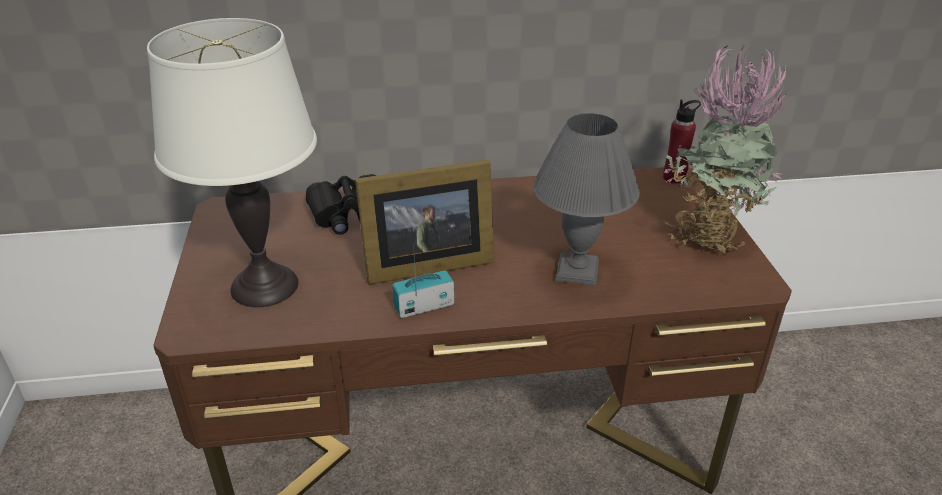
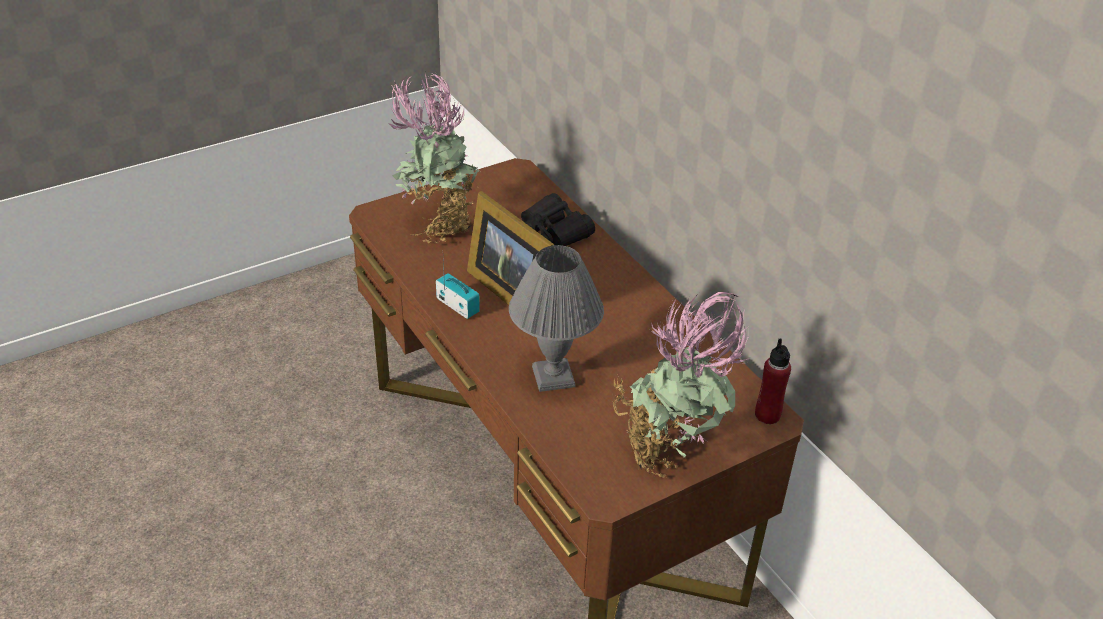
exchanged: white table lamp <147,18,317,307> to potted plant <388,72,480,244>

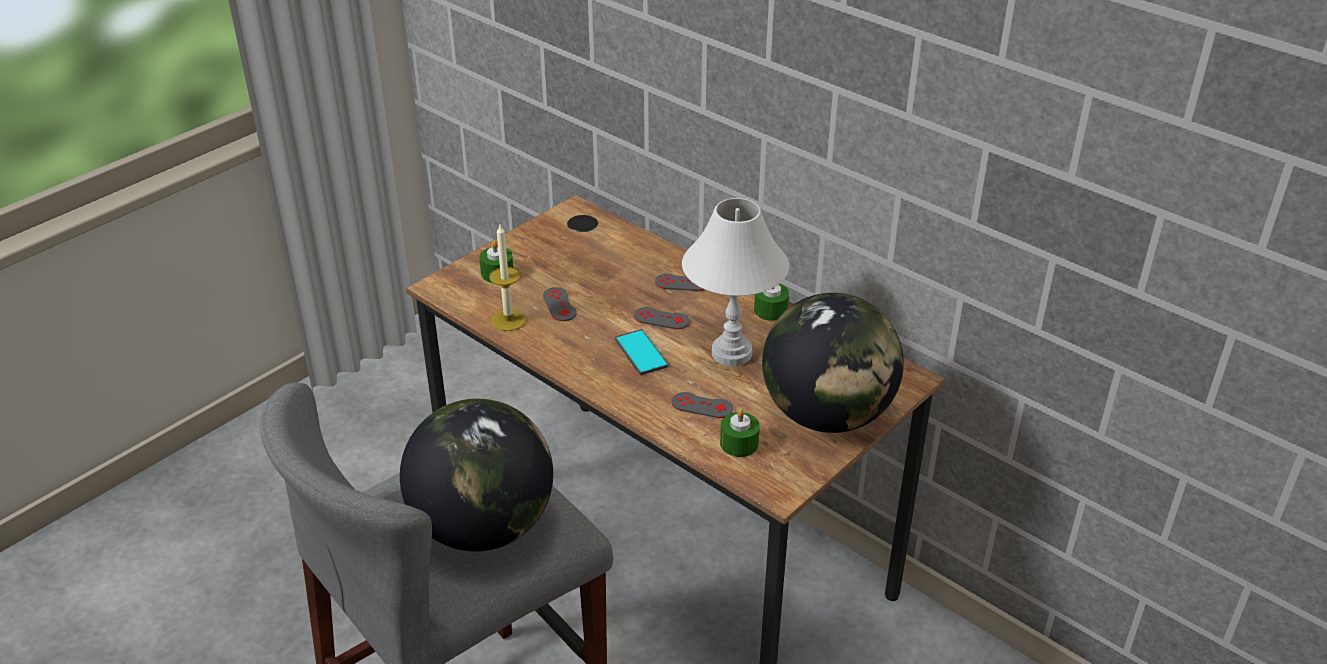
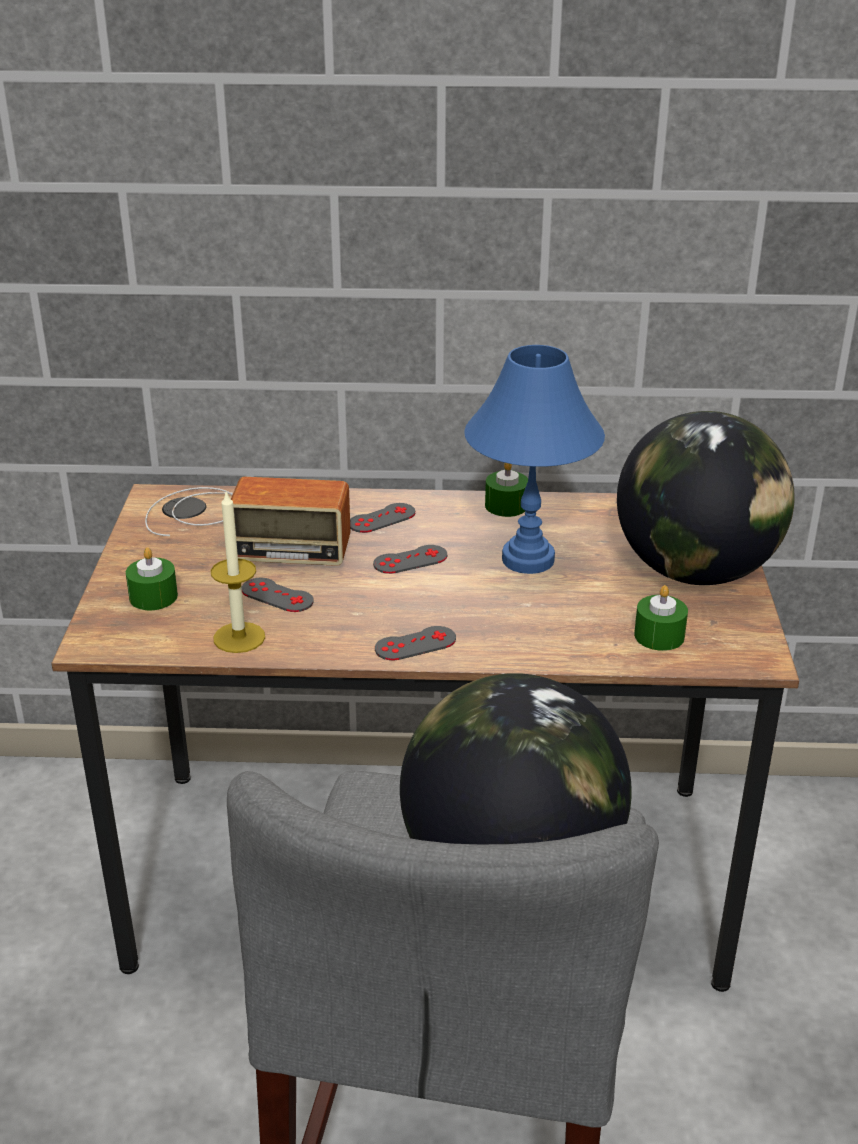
missing: phone <615,329,668,375>
appeared: radio <145,477,351,566>
relocated: grey game controller <672,392,733,418> to <375,626,456,661>
colour: white table lamp <682,198,789,366> to blue table lamp <464,345,605,574>

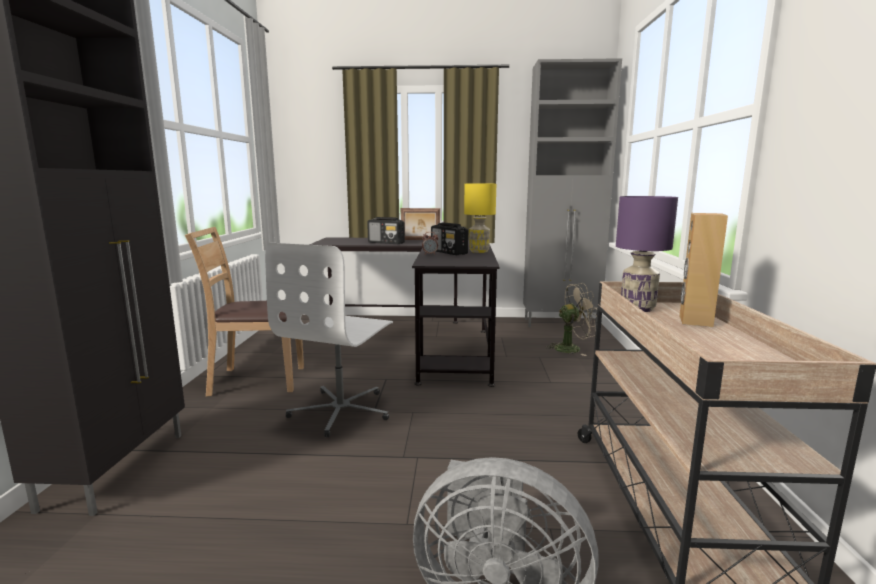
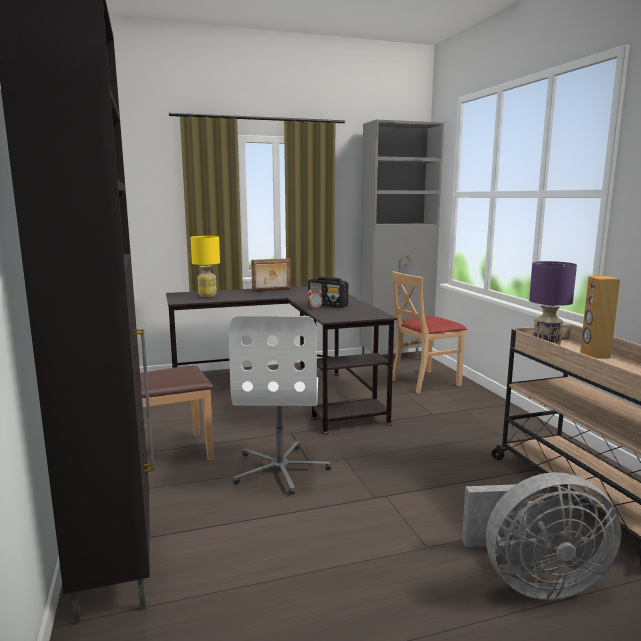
missing: radio <367,217,405,244>
relocated: yellow table lamp <464,184,496,253> to <190,236,220,297>
exchanged: beige fan <545,283,597,356> to beige chair <392,271,467,393>

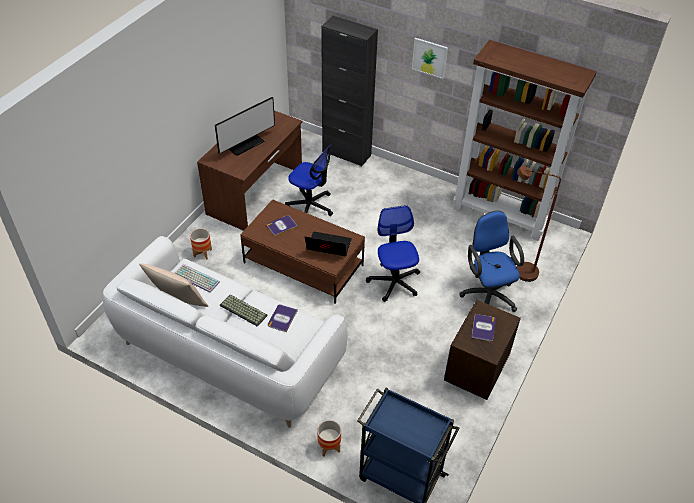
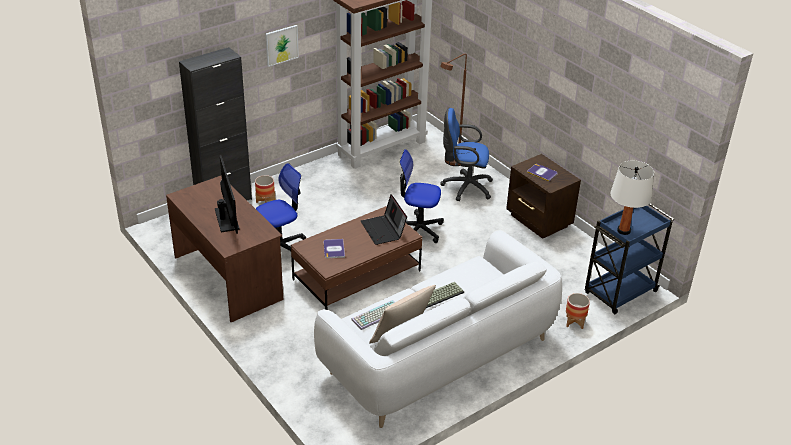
missing: book <268,304,298,332>
appeared: white table lamp <610,160,654,235>
relocated: planter <190,228,212,260> to <255,175,275,203>
spun: laptop <305,232,352,256> = <361,194,407,245> 60 degrees counterclockwise

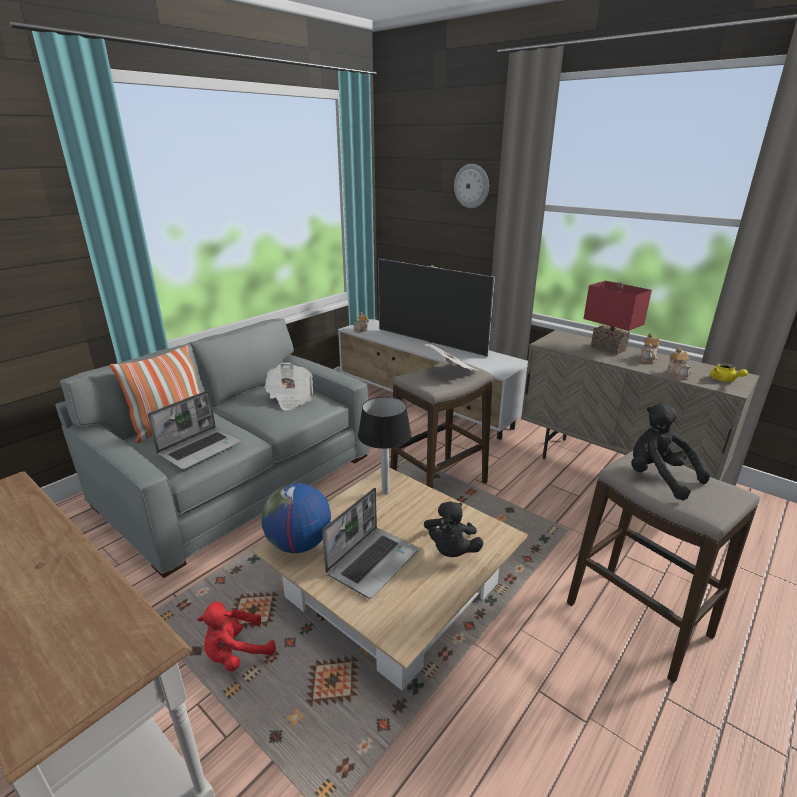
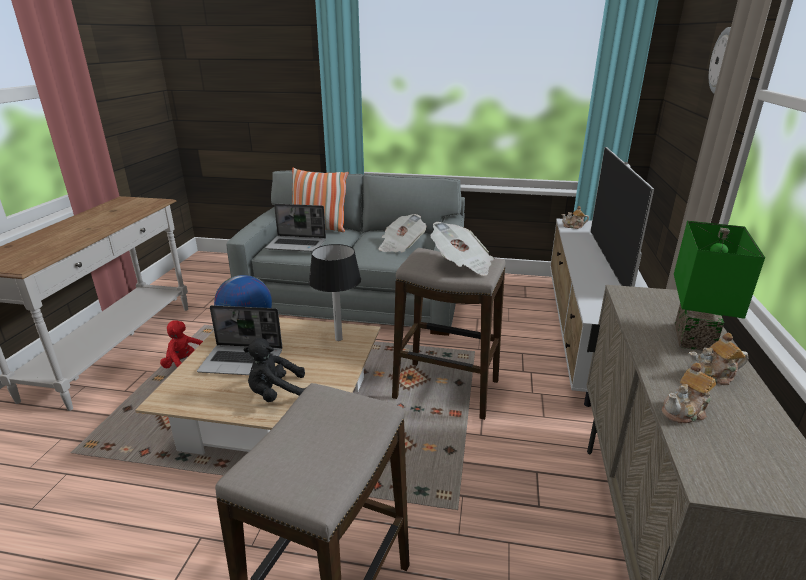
missing: yellow teapot <710,363,748,382>; black plush toy <631,404,710,500>
colour: red table lamp <583,281,652,355> to green table lamp <674,221,765,353>

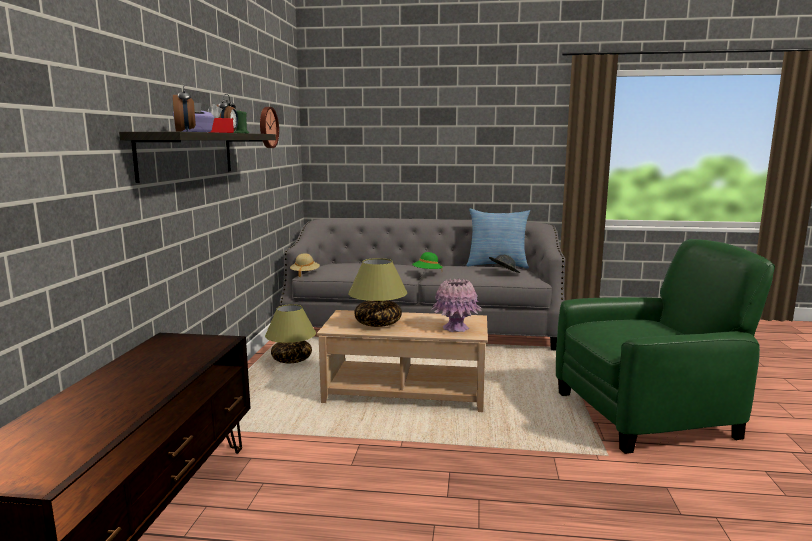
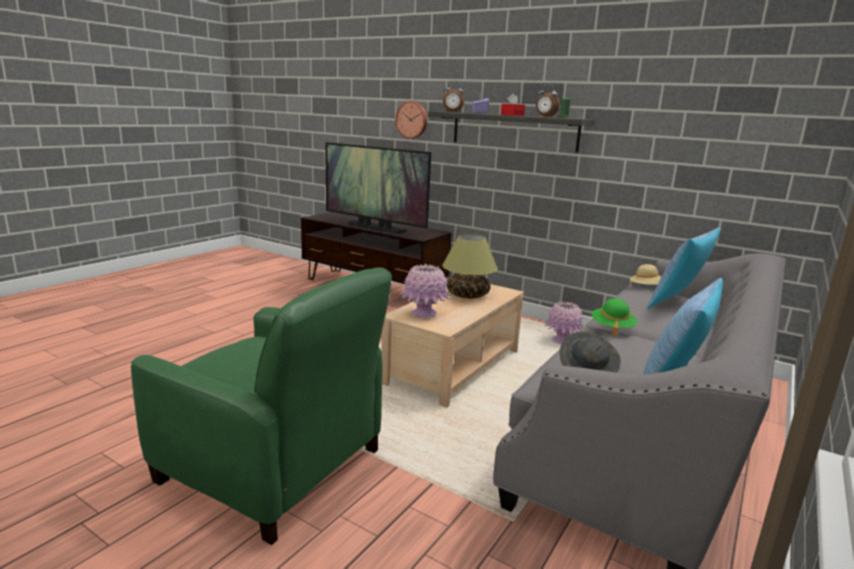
appeared: television <325,142,431,233>; pillow <647,227,721,309>
relocated: wall clock <260,107,279,148> to <395,101,427,139>
exchanged: table lamp <265,304,316,363> to pink vase <544,301,584,344>
spun: green armchair <556,239,775,454> = <131,268,392,545> 75 degrees counterclockwise

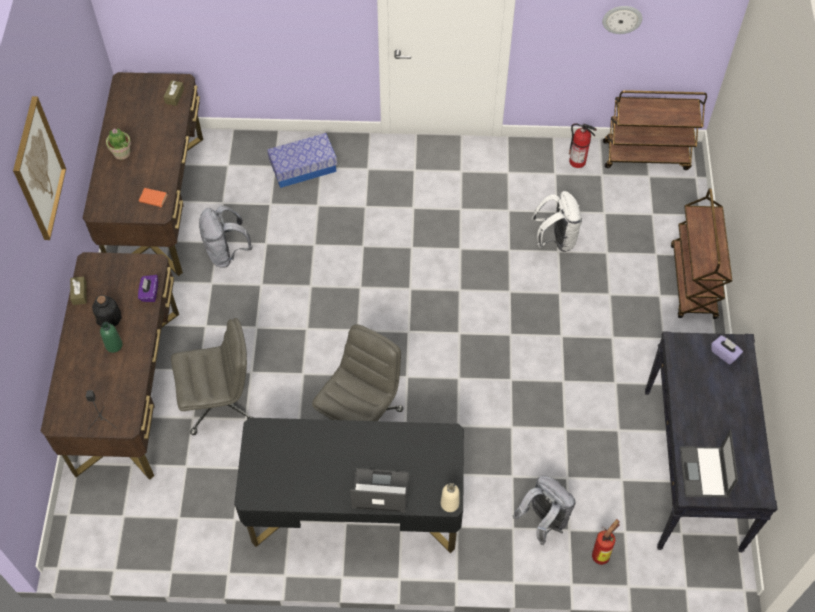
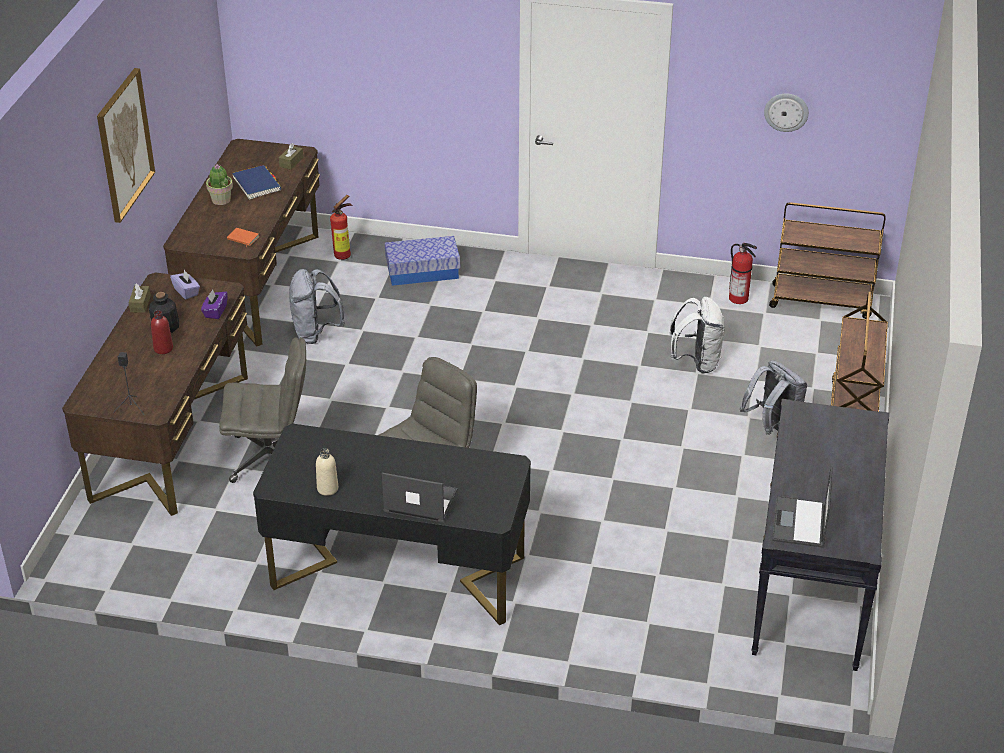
appeared: blue book <232,165,281,200>
relocated: purple tissue box <711,335,743,364> to <170,270,200,299>; grey backpack <512,476,576,545> to <740,360,807,435>; beige bottle <441,483,460,512> to <316,448,338,496>; fire extinguisher <592,519,620,565> to <330,195,353,260>
colour: green bottle <100,322,123,353> to red bottle <151,310,173,354>

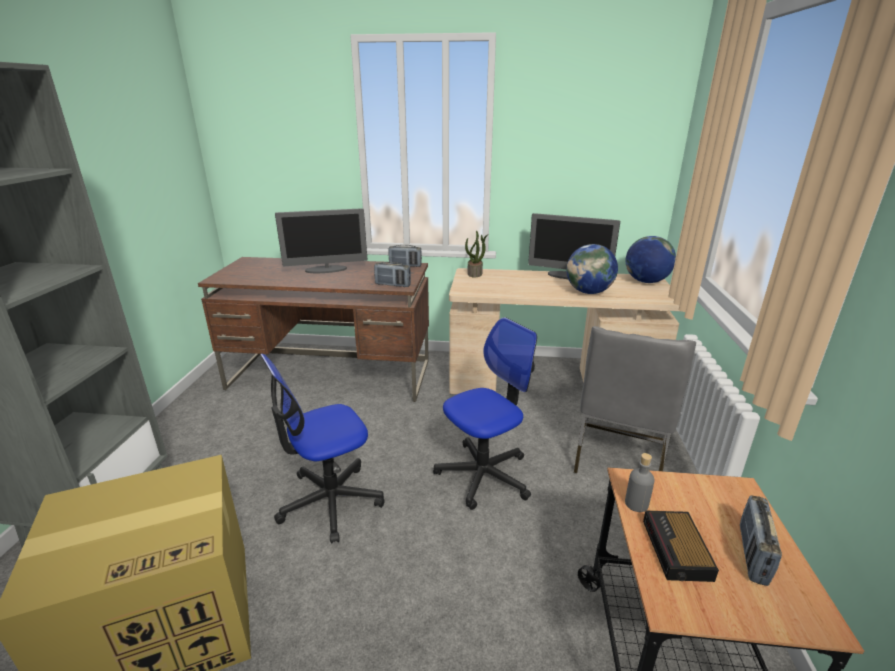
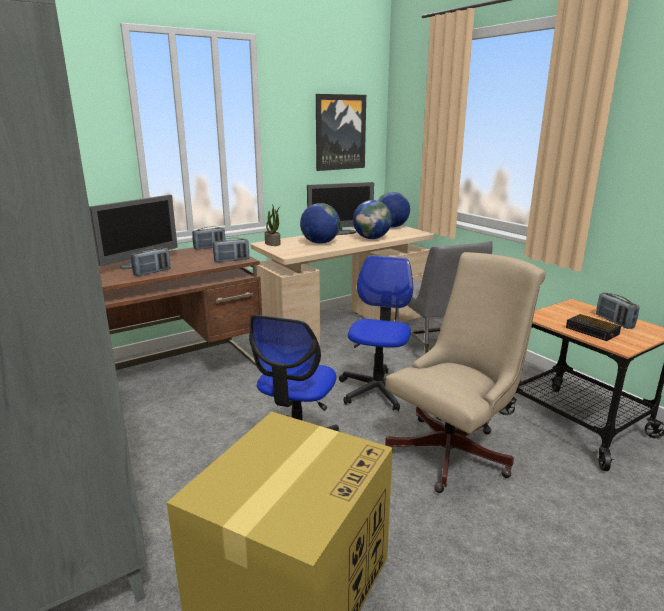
missing: grey bottle <625,453,655,512>
appeared: picture <316,94,366,171>; globe <300,203,340,244>; radio <131,247,171,276>; beige office chair <385,252,546,493>

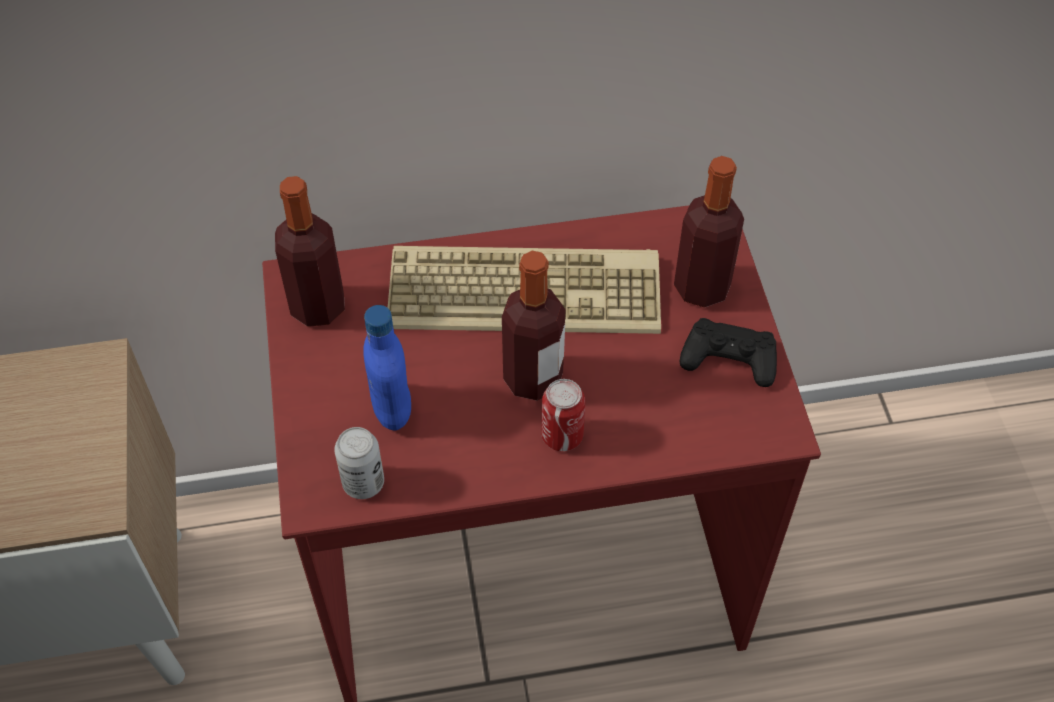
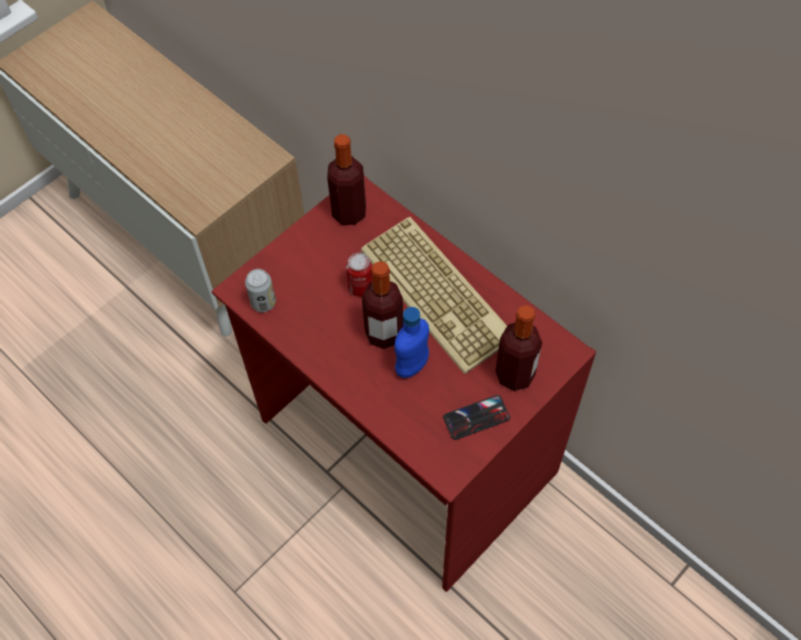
relocated: blue bottle <363,305,411,430> to <394,307,429,378>; can <541,379,585,451> to <346,253,372,297>
exchanged: black game controller <680,318,777,387> to phone <443,395,510,440>

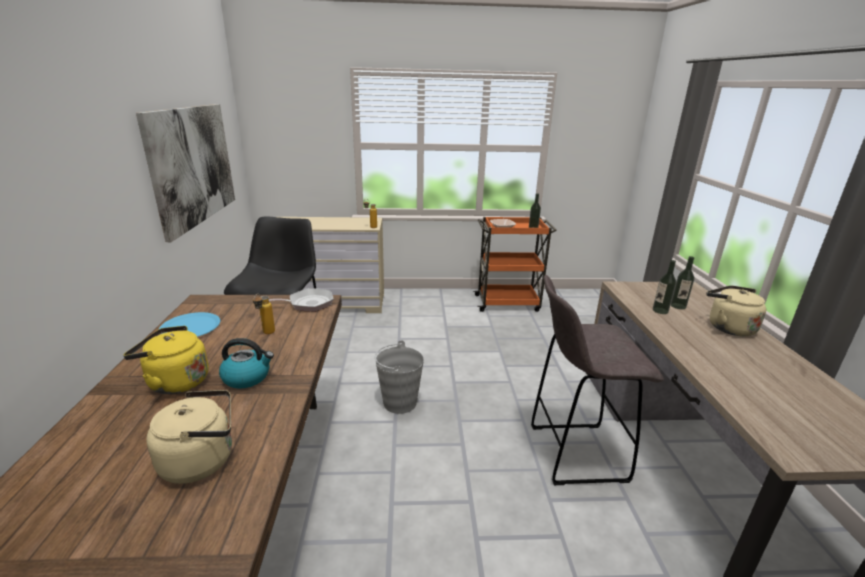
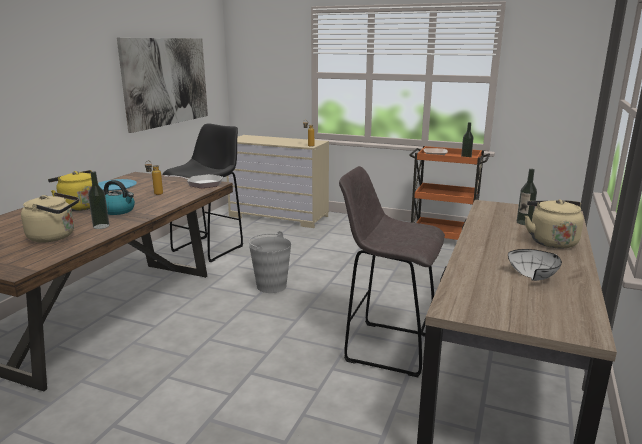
appeared: white bowl <508,249,562,281>
relocated: bottle <653,260,676,314> to <88,171,109,229>

